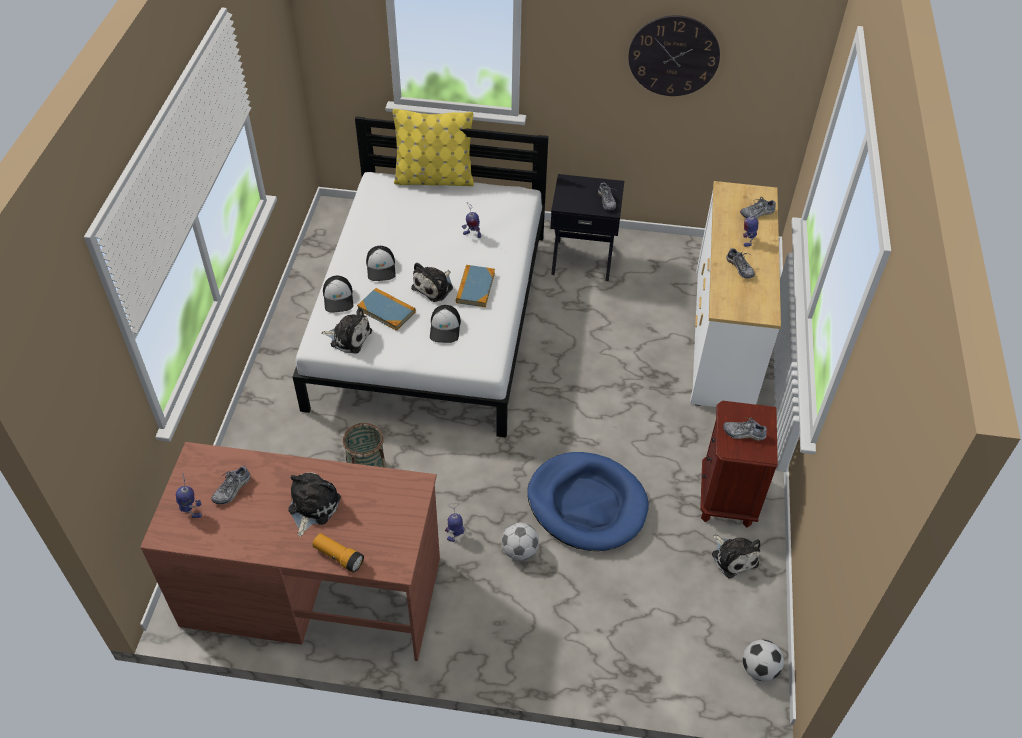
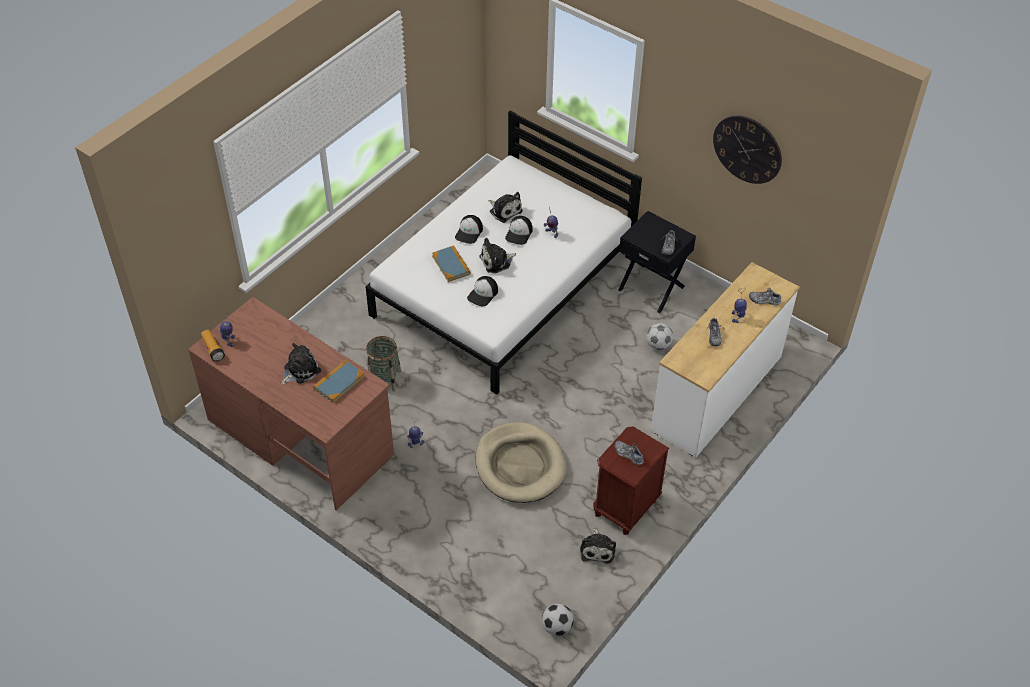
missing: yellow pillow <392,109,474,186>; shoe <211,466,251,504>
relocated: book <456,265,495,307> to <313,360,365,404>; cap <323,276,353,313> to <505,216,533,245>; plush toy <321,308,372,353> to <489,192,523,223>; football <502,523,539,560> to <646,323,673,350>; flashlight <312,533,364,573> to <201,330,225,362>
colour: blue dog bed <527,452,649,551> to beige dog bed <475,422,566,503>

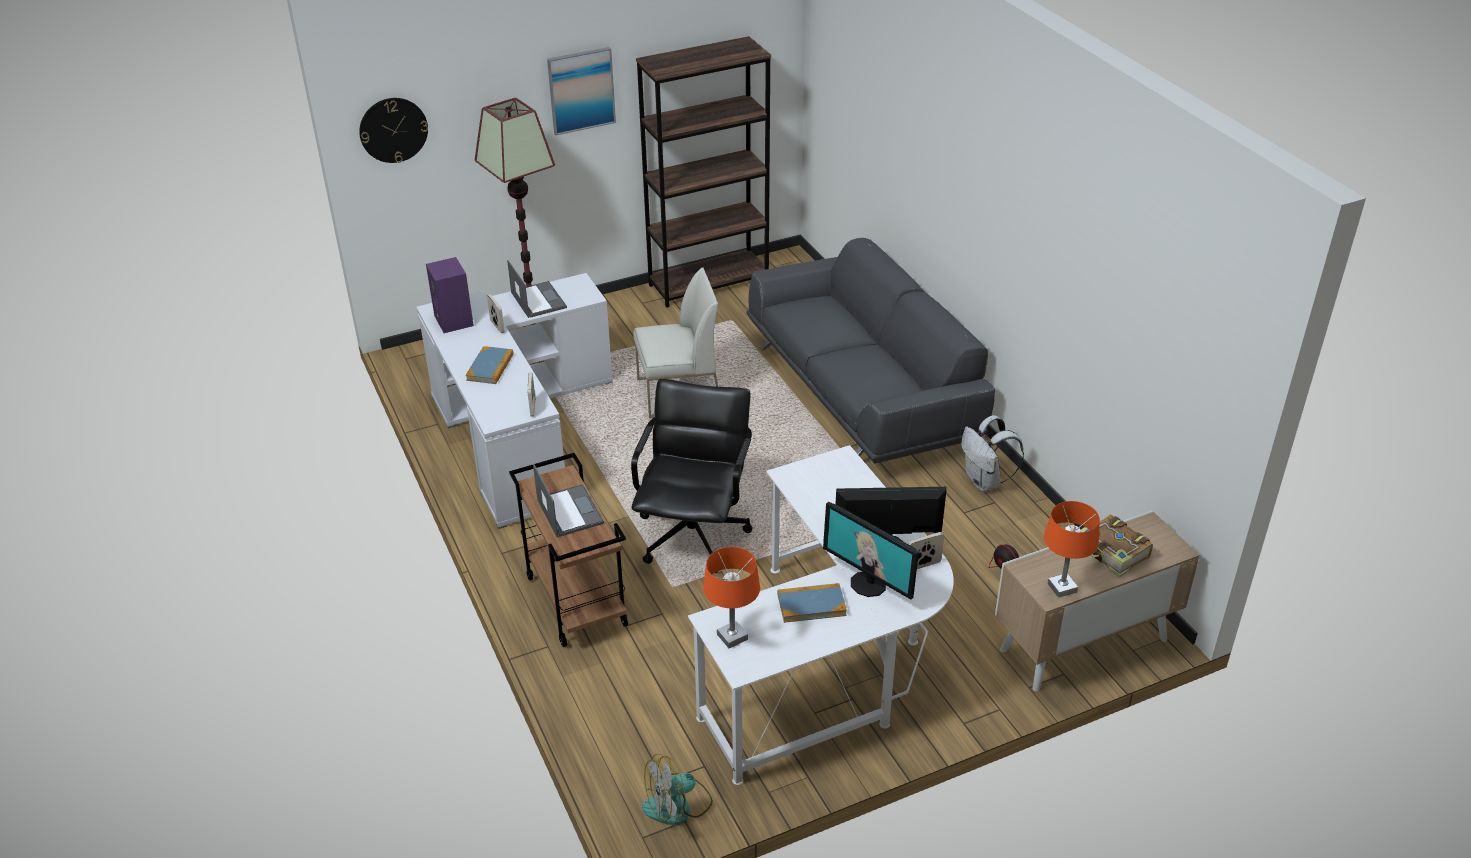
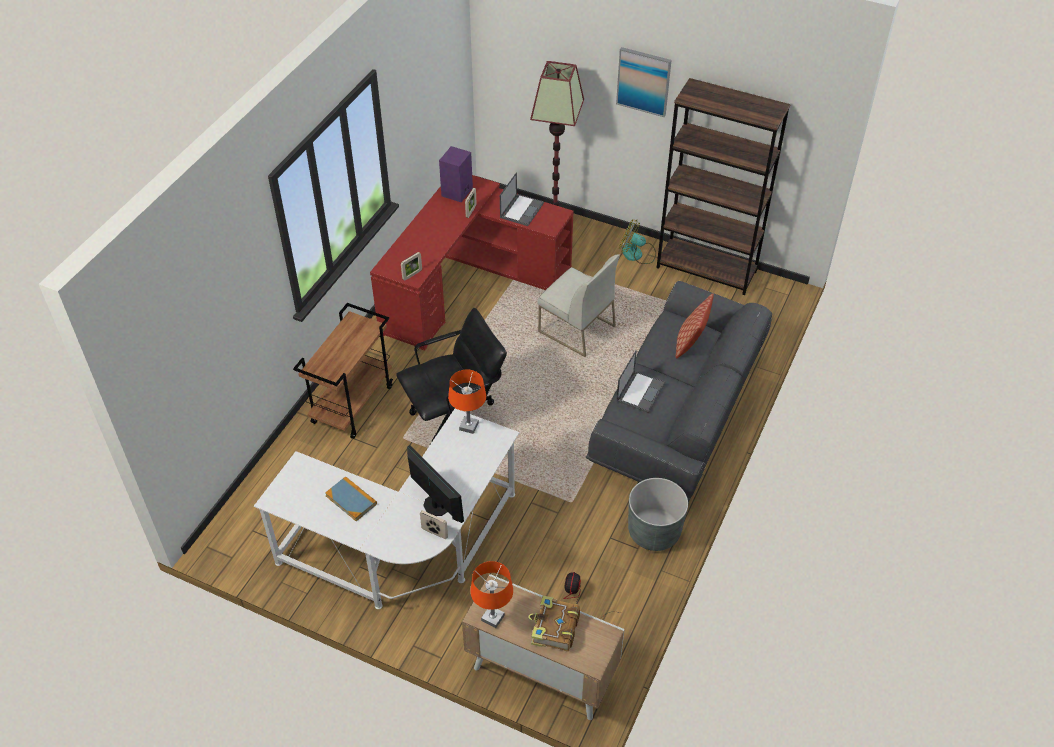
missing: wall clock <359,98,428,163>; book <466,346,514,384>; monitor <823,502,919,600>
appeared: pillow <675,293,714,358>
relocated: laptop <533,464,604,537> to <616,350,665,413>; orange table lamp <703,547,760,648> to <448,370,486,434>; fan <642,754,713,825> to <619,219,656,264>
exchanged: white backpack <961,415,1024,491> to grey planter <628,478,688,551>
colour: white desk <416,273,613,529> to red desk <370,175,574,351>

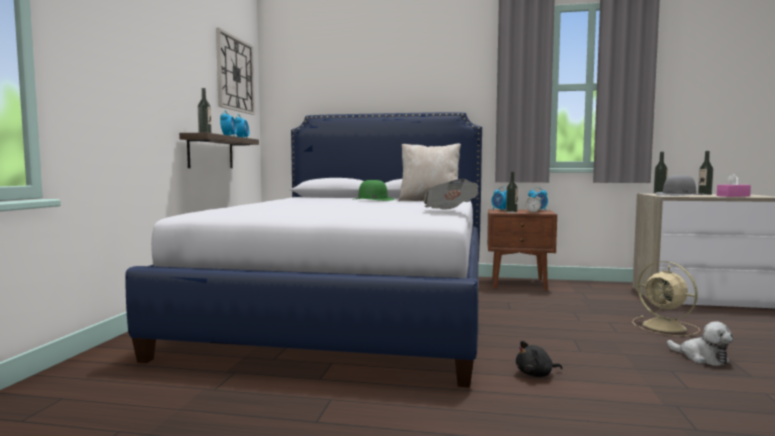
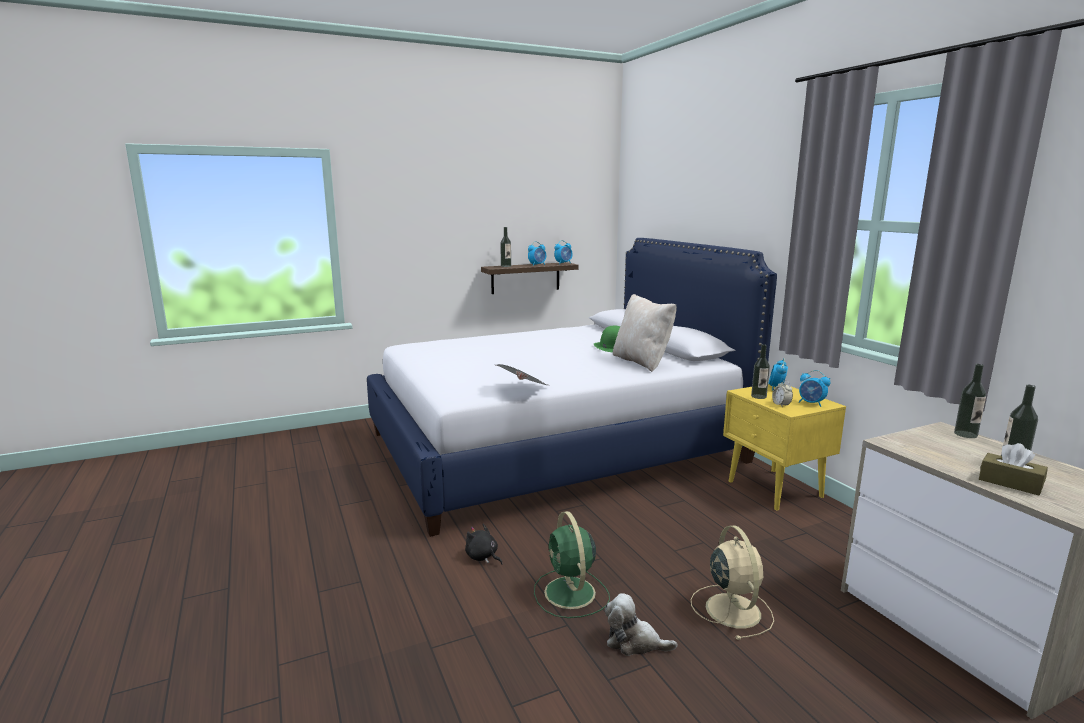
missing: wall clock <216,28,255,115>; grey hat <655,175,703,196>
appeared: green fan <534,511,610,618>
colour: pink tissue box <717,174,751,197> to brown tissue box <979,443,1048,495>; brown nightstand <487,209,557,290> to yellow nightstand <723,384,846,510>
spun: beige fan <632,261,700,336> = <691,525,774,640> 150 degrees clockwise; plush toy <667,322,733,366> = <605,593,677,656> 90 degrees clockwise

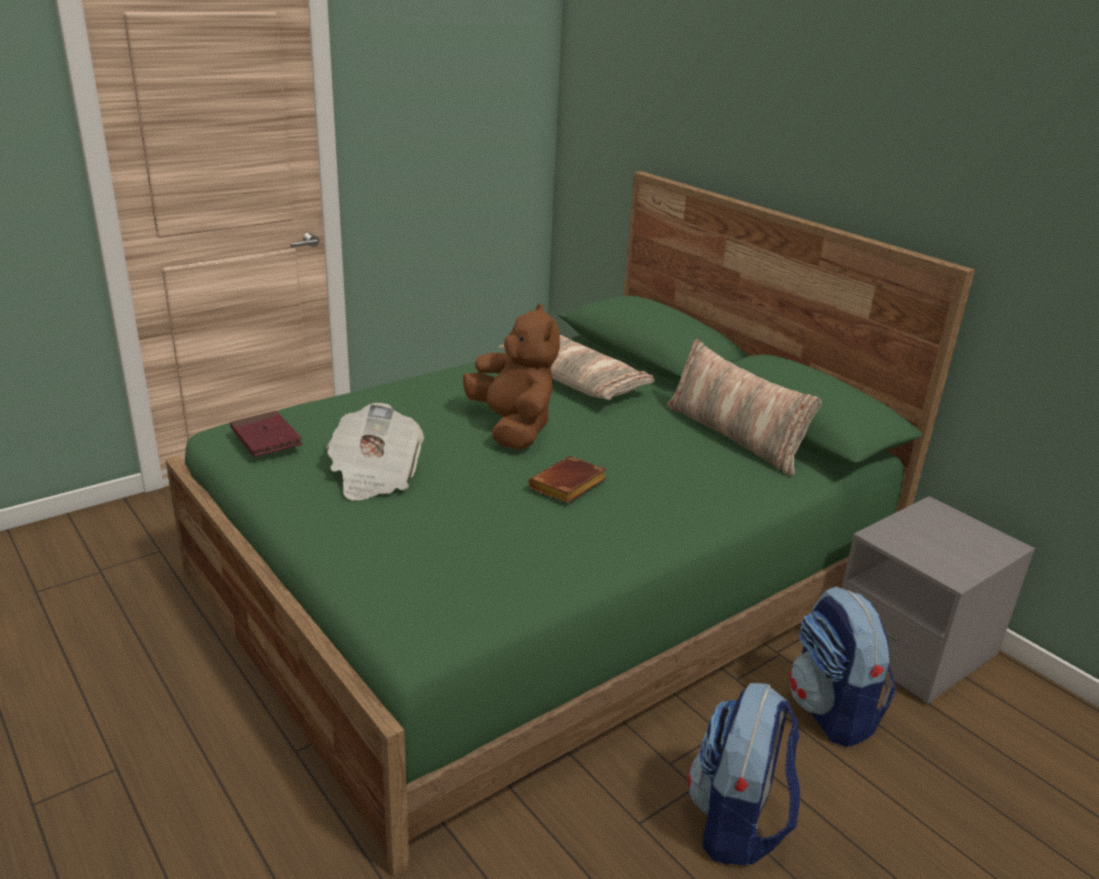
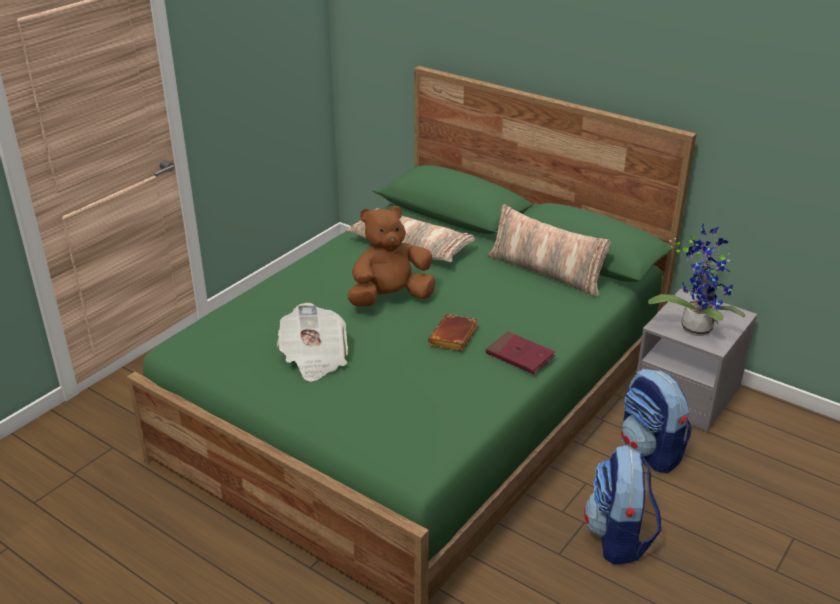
appeared: potted plant <648,224,745,336>
relocated: red book <230,411,303,457> to <486,332,555,374>
spun: brown plush toy <463,304,560,450> = <347,206,436,306> 75 degrees counterclockwise

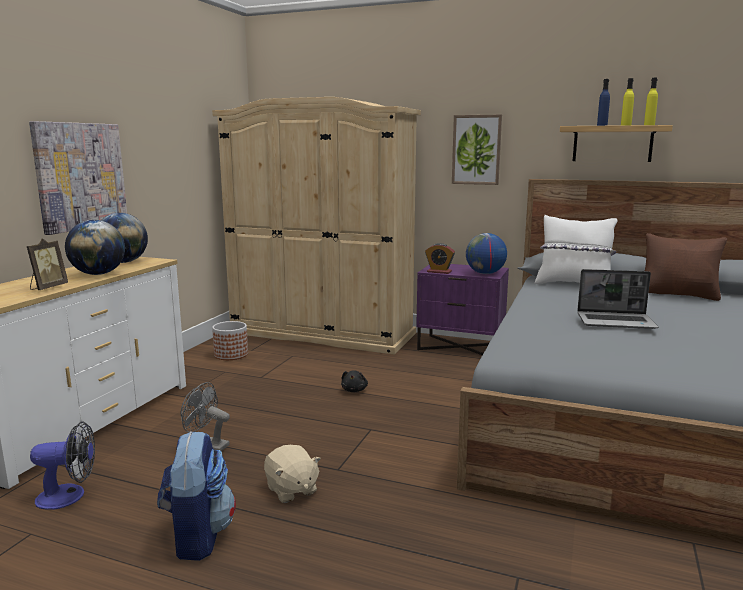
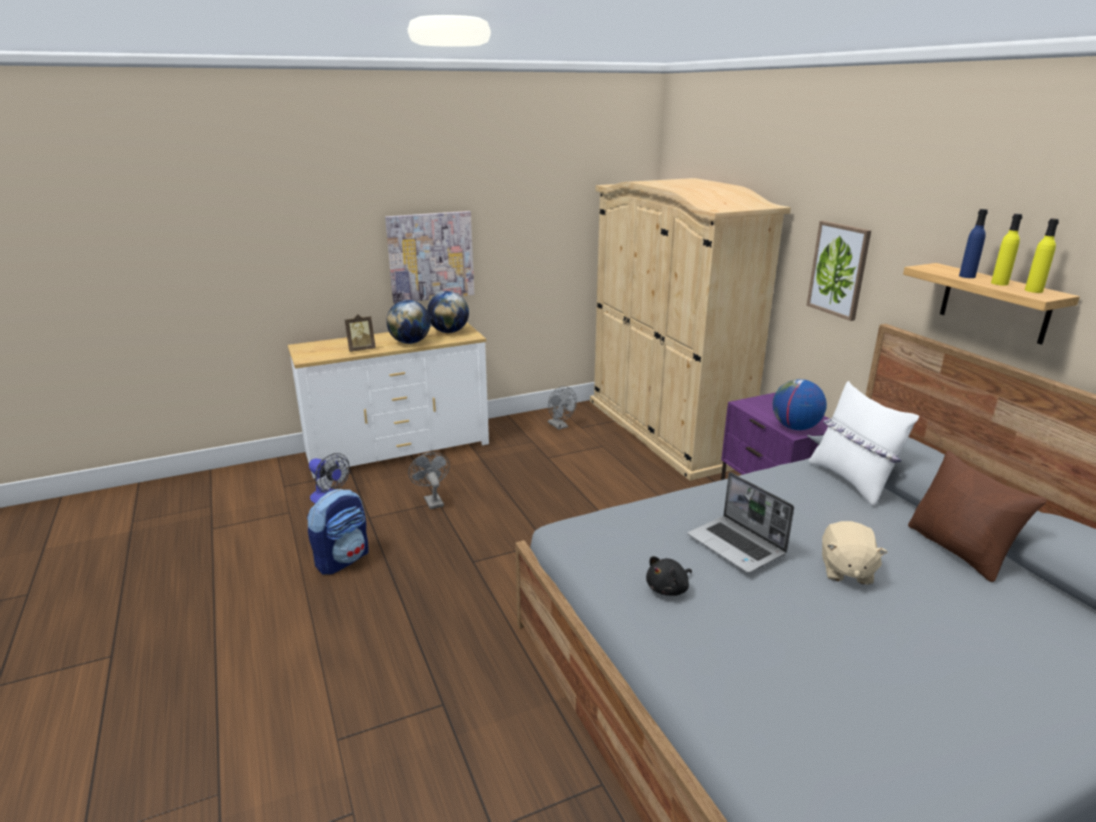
missing: alarm clock <425,243,455,274>
relocated: black plush toy <341,370,368,392> to <646,556,692,596>; beige plush toy <264,445,321,503> to <822,521,888,585>
exchanged: planter <212,321,248,360> to grey fan <548,386,577,430>

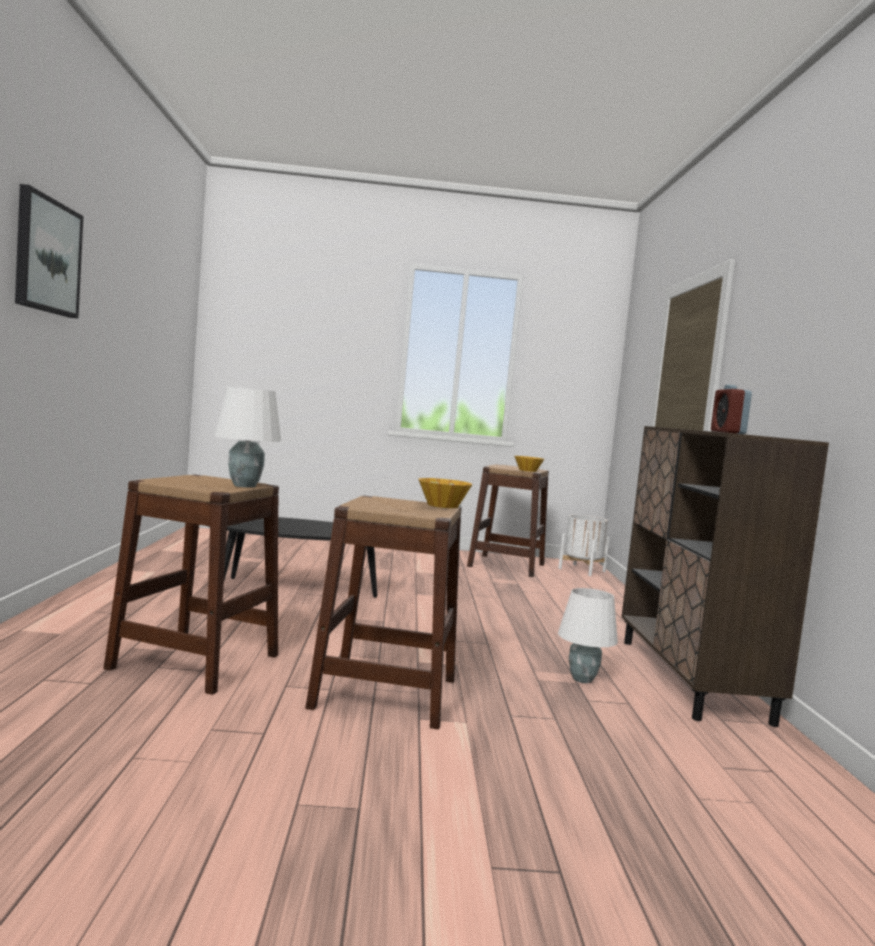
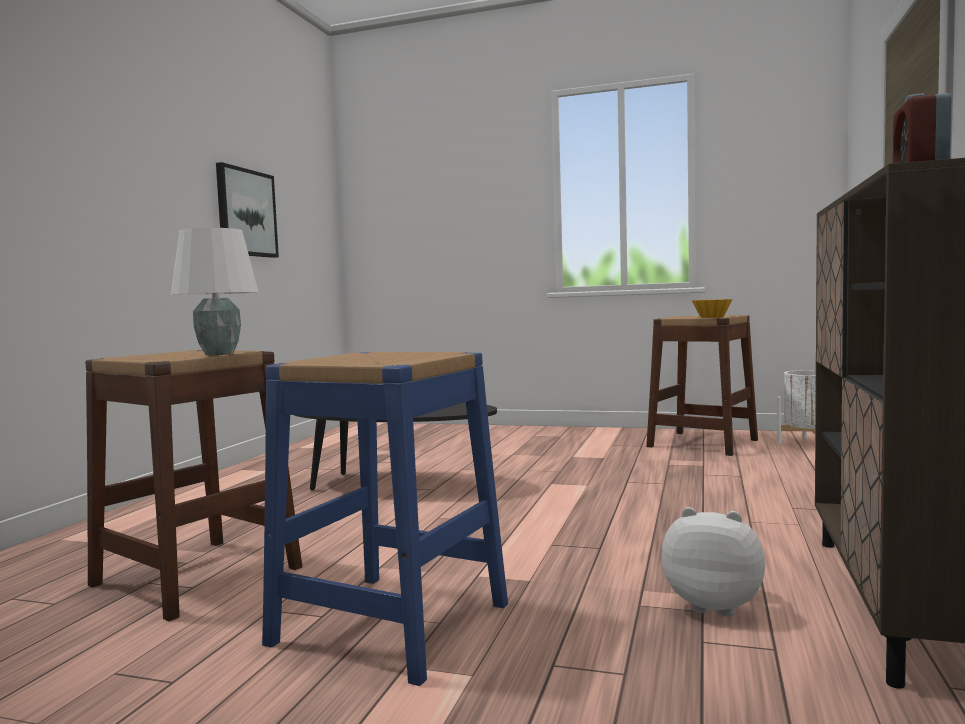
missing: bowl <419,478,472,508>
relocated: picture <15,184,83,318> to <216,162,279,258>
exchanged: white table lamp <558,588,618,683> to plush toy <662,507,765,616>
colour: brown stool <305,496,462,730> to blue stool <262,352,508,686>

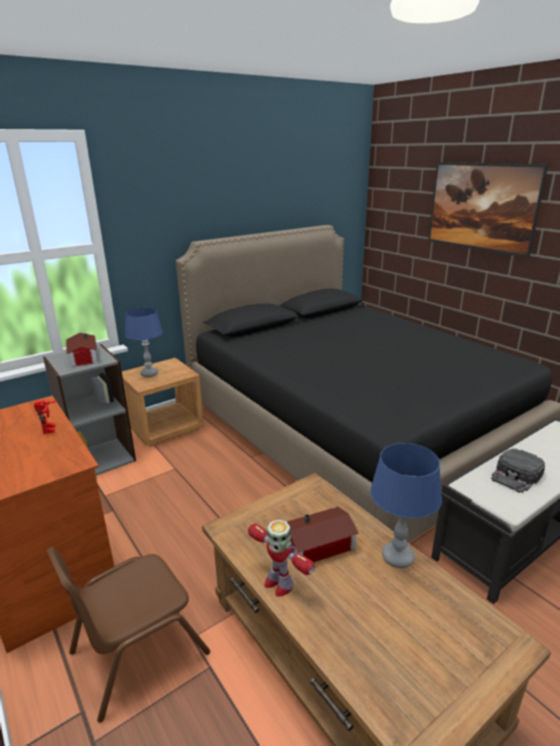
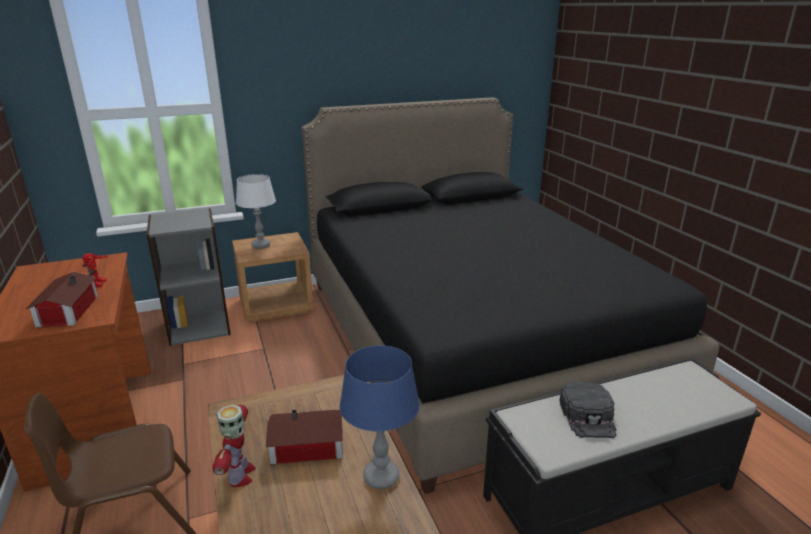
missing: picture <428,162,548,258>
relocated: toy house <66,333,97,367> to <25,272,98,328>
colour: blue table lamp <125,308,163,377> to white table lamp <236,174,276,249>
spun: black cap <491,448,545,493> = <559,382,617,438> 60 degrees counterclockwise; toy robot <248,519,315,597> = <212,405,256,487> 150 degrees counterclockwise

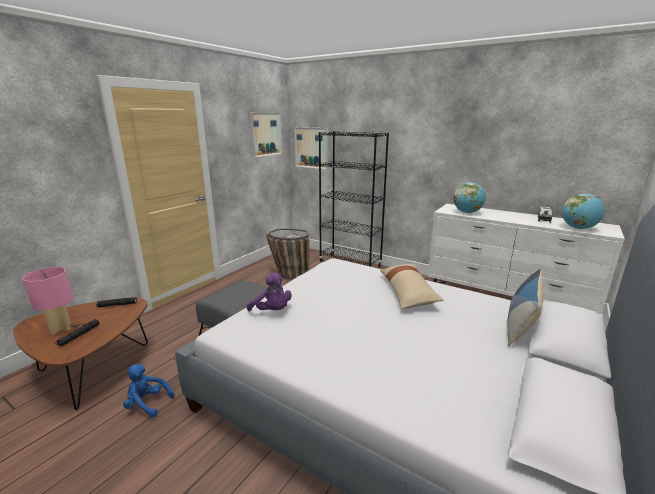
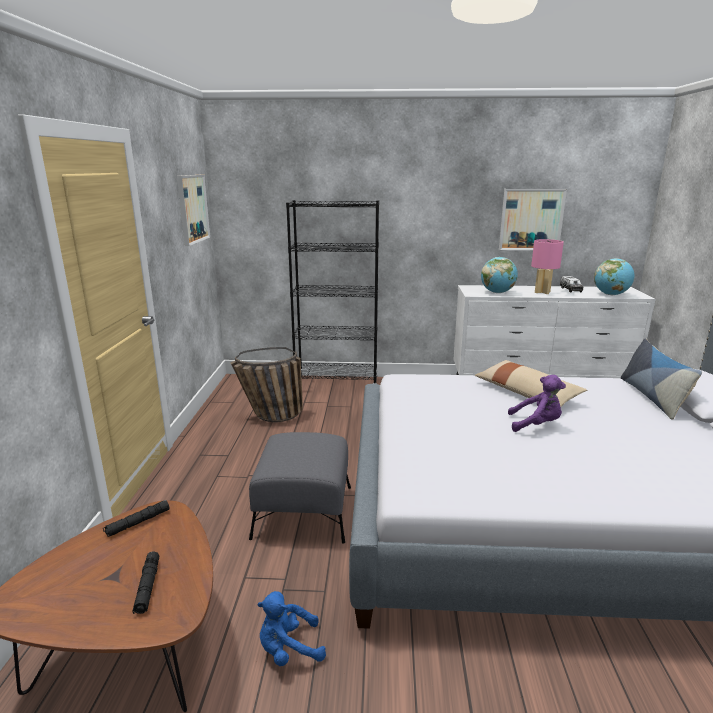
relocated: picture <294,127,328,169> to <499,189,567,250>; pink table lamp <23,267,73,335> to <531,239,564,294>; purple plush toy <247,272,292,311> to <508,375,566,432>

